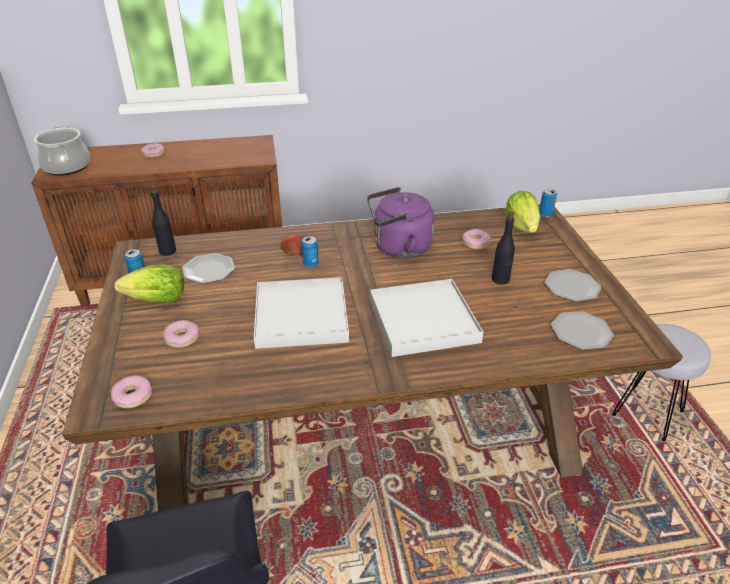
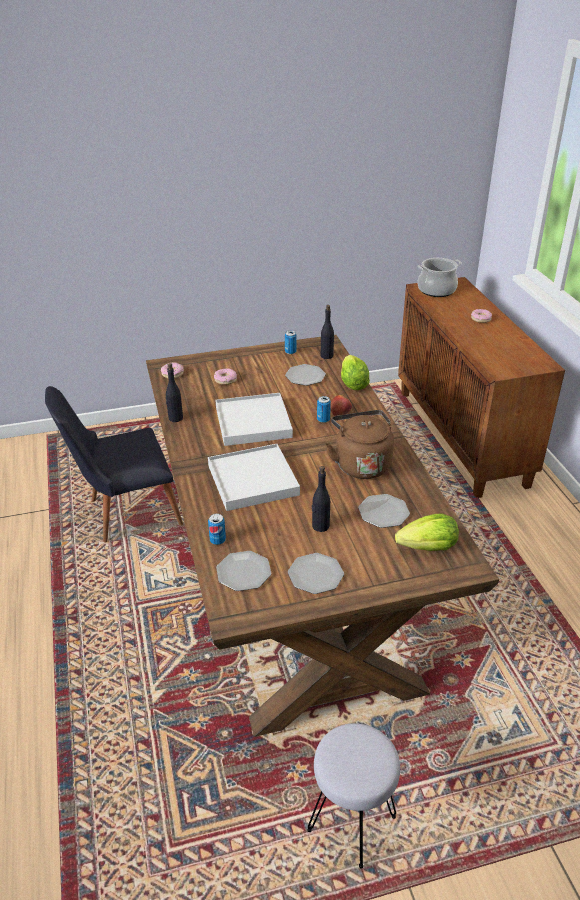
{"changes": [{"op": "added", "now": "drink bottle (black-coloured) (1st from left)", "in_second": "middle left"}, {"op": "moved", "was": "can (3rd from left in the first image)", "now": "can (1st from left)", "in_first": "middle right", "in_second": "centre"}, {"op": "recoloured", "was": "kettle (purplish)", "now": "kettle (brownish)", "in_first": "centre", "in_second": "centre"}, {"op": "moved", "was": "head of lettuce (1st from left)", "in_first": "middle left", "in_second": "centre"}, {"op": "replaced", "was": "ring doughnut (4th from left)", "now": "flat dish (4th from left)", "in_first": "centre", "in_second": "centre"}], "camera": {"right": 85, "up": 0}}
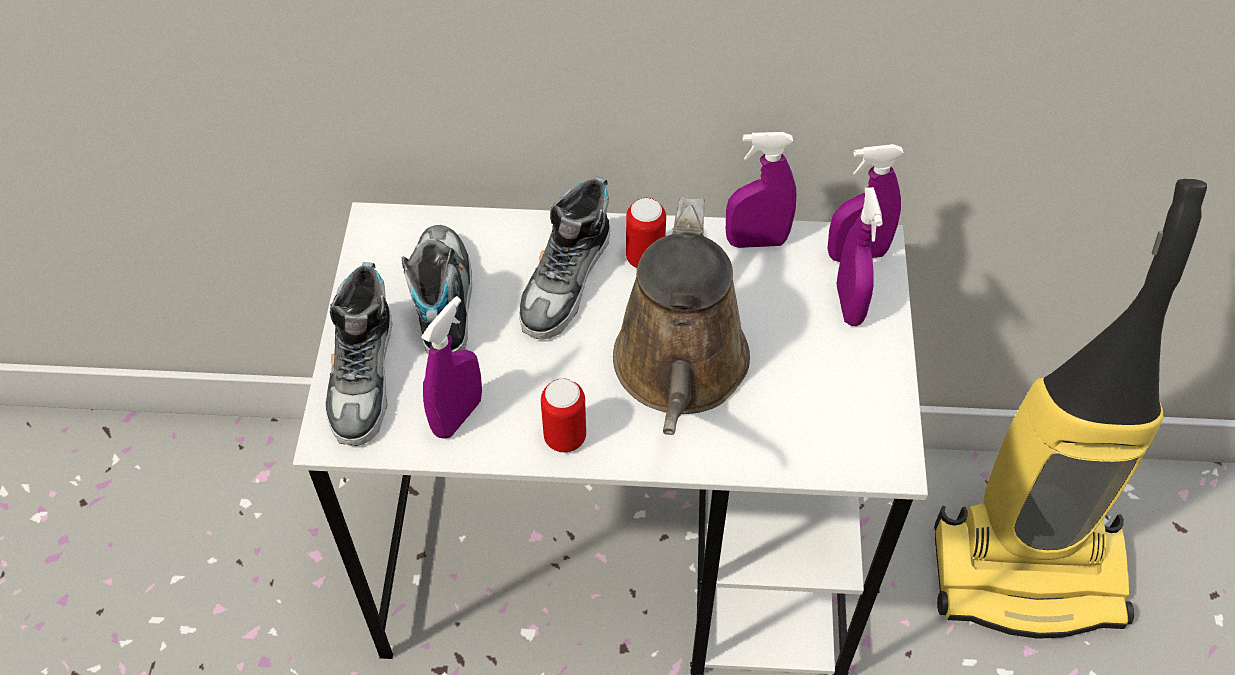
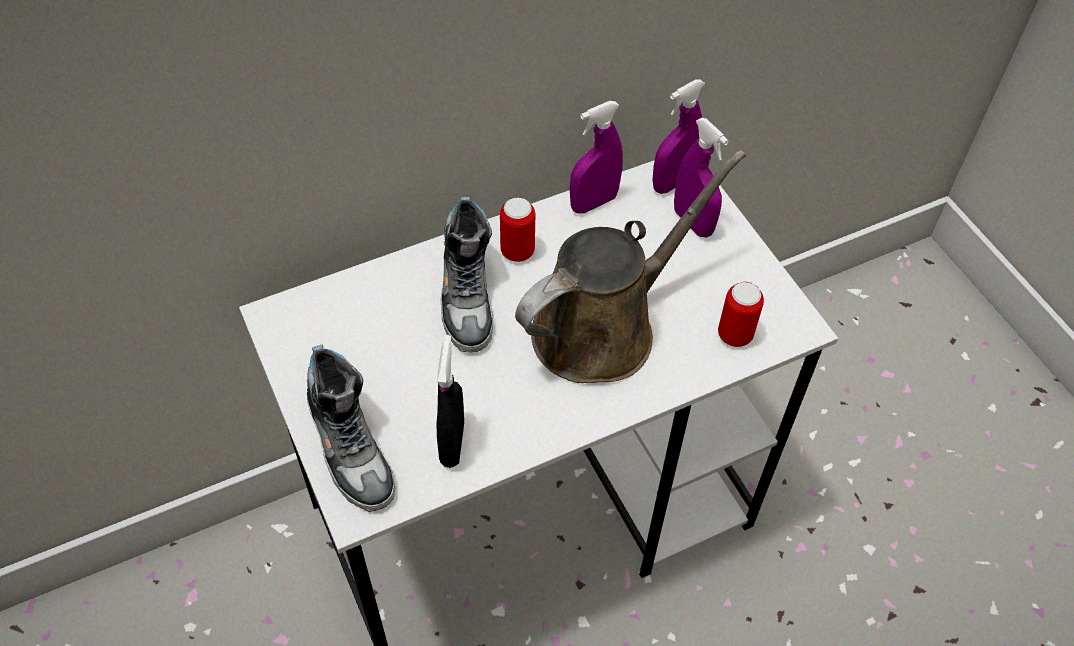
{"changes": [{"op": "recoloured", "was": "hand sprayer (purplish) (1st from left)", "now": "hand sprayer (black-coloured)", "in_first": "centre", "in_second": "centre"}, {"op": "turned", "was": "sprinkling can (brownish)", "in_first": "centre", "in_second": "centre", "clockwise": -105}, {"op": "moved", "was": "can (1st from left in the first image)", "now": "can (2nd from left)", "in_first": "centre", "in_second": "middle right"}, {"op": "removed", "was": "item of footwear (2nd from left)", "in_first": "centre"}, {"op": "removed", "was": "vacuum cleaner", "in_first": "middle right"}], "camera": {"right": -30, "up": 0}}
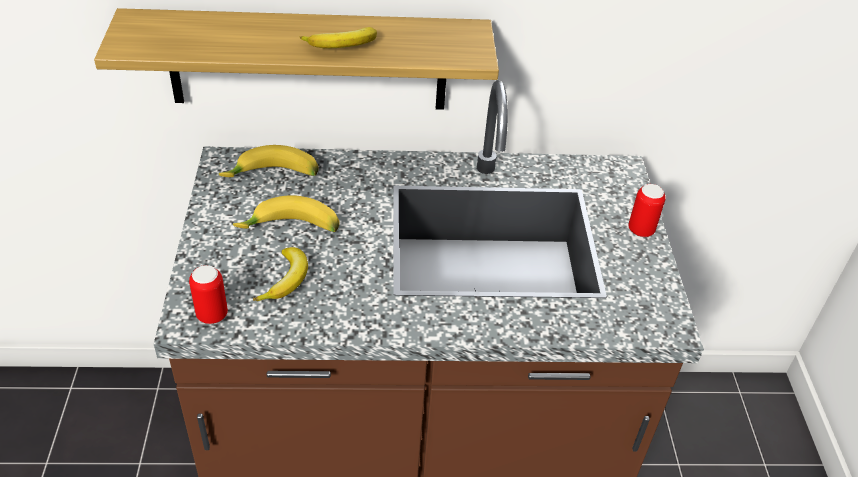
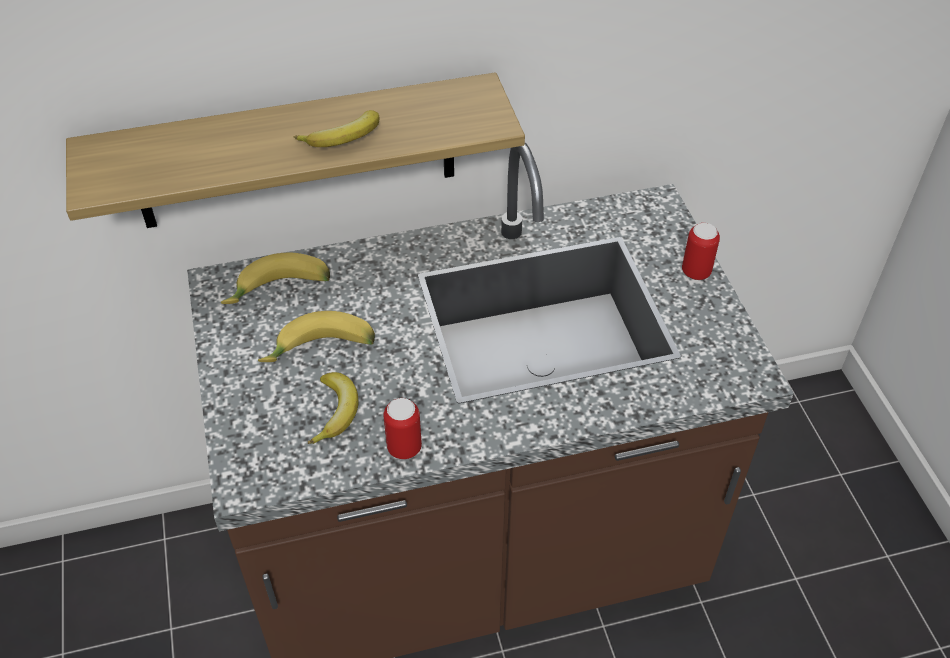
{"changes": [{"op": "moved", "was": "can (1st from left)", "in_first": "middle left", "in_second": "centre"}], "camera": {"right": -10, "up": 5}}
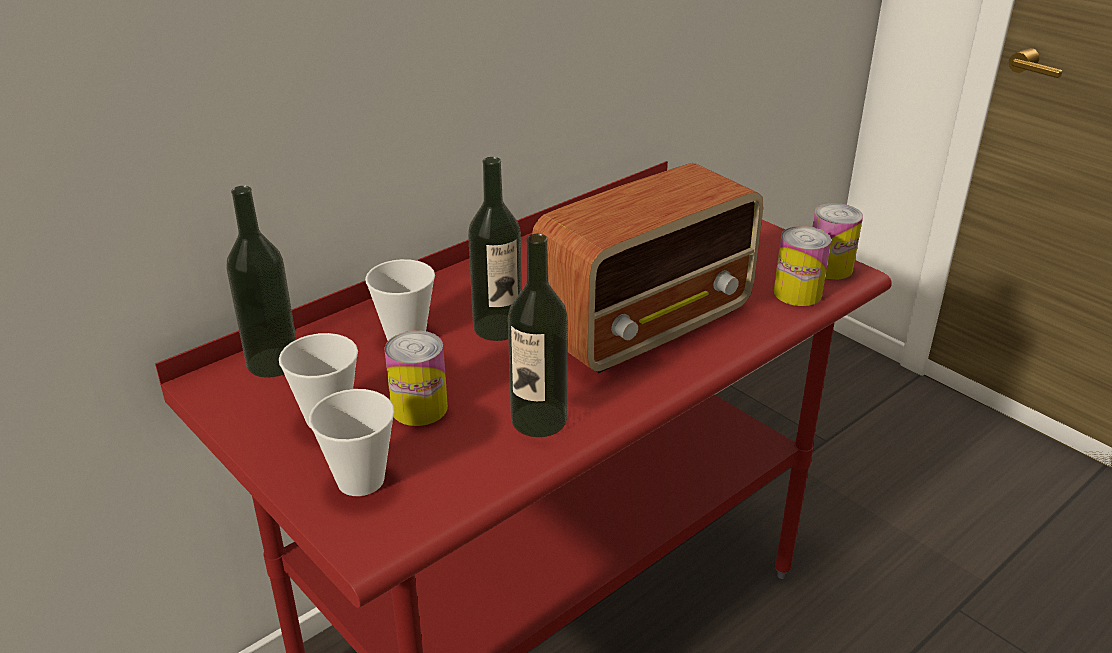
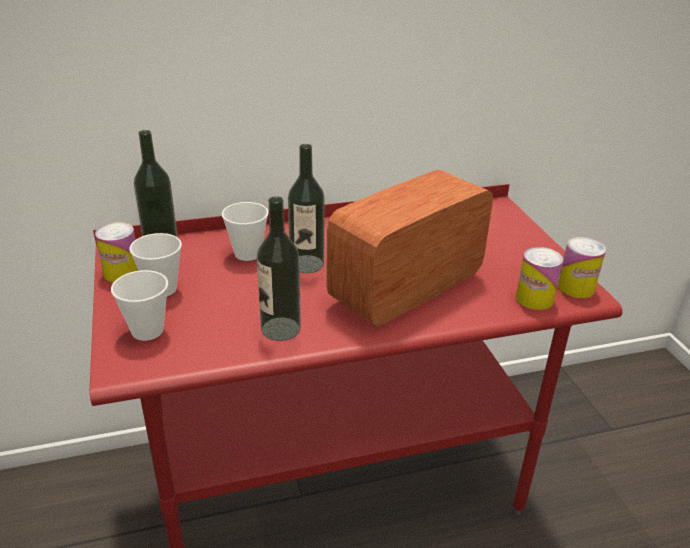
{"changes": [{"op": "moved", "was": "can (1st from left)", "in_first": "centre", "in_second": "middle left"}, {"op": "turned", "was": "radio set", "in_first": "centre", "in_second": "centre", "clockwise": 150}], "camera": {"right": 25, "up": 0}}
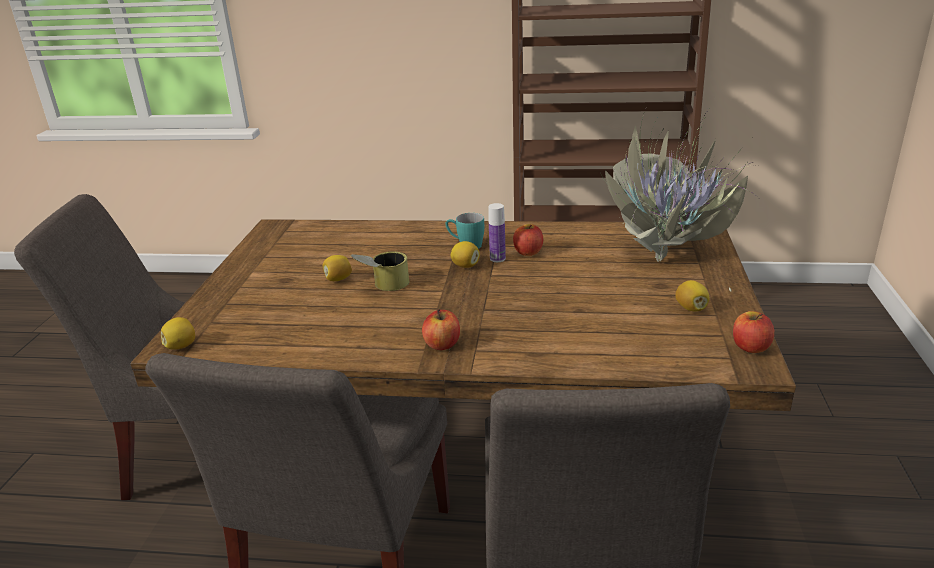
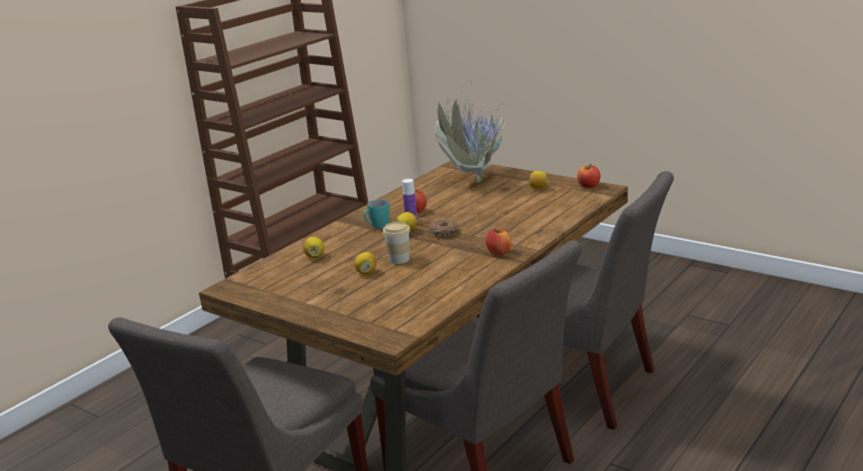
{"changes": [{"op": "moved", "was": "lemon (1st from left)", "in_first": "middle left", "in_second": "centre"}, {"op": "replaced", "was": "can", "now": "small cup", "in_first": "centre", "in_second": "centre"}, {"op": "added", "now": "ring doughnut", "in_second": "centre"}], "camera": {"right": -60, "up": -5}}
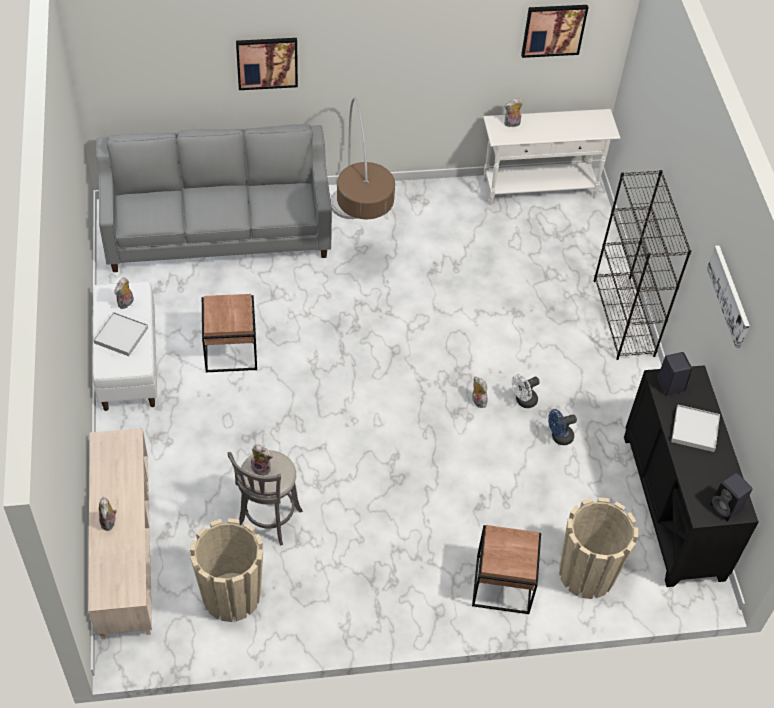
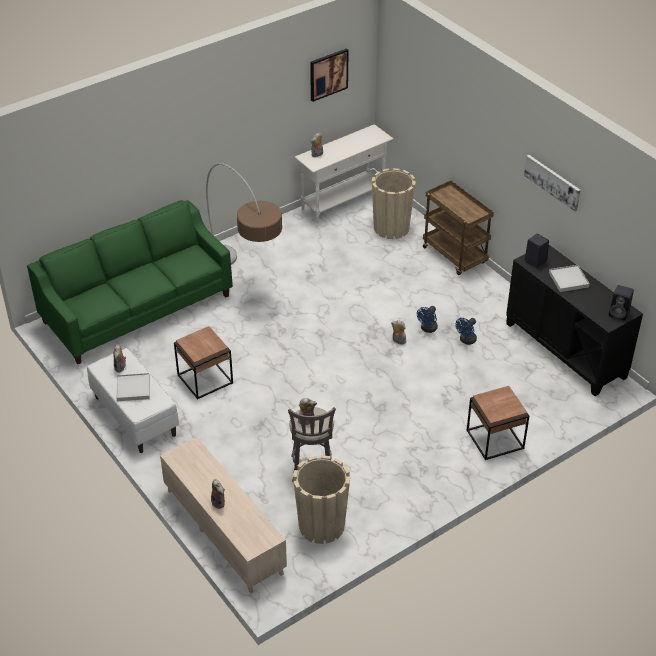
{"changes": [{"op": "recoloured", "was": "settee (grey)", "now": "settee (green)", "in_first": "top left", "in_second": "middle left"}, {"op": "moved", "was": "plant pot (sand-coloured) (2nd from left)", "in_first": "bottom right", "in_second": "top centre"}, {"op": "recoloured", "was": "fan (white)", "now": "fan (blue) (1st from left)", "in_first": "middle right", "in_second": "centre"}, {"op": "replaced", "was": "bookshelf (black-coloured)", "now": "wheeled cart (brownish)", "in_first": "middle right", "in_second": "middle right"}, {"op": "removed", "was": "wall picture (1st from left)", "in_first": "top centre"}], "camera": {"right": -25, "up": -10}}
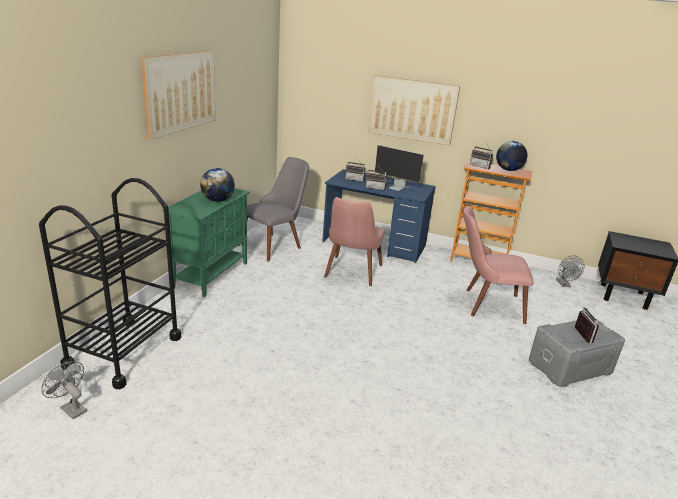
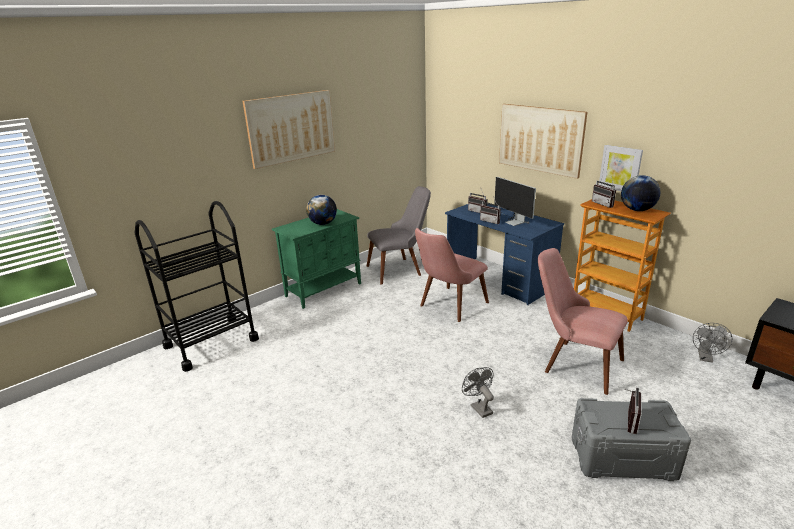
{"changes": [{"op": "moved", "was": "fan (grey) (1st from left)", "in_first": "bottom left", "in_second": "bottom centre"}, {"op": "added", "now": "wall picture (3rd from left)", "in_second": "top right"}], "camera": {"right": 30, "up": 0}}
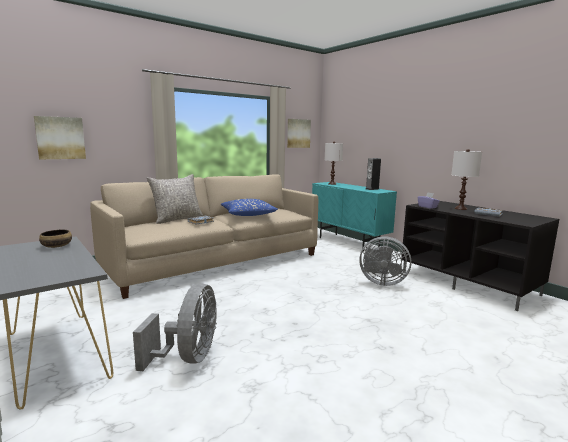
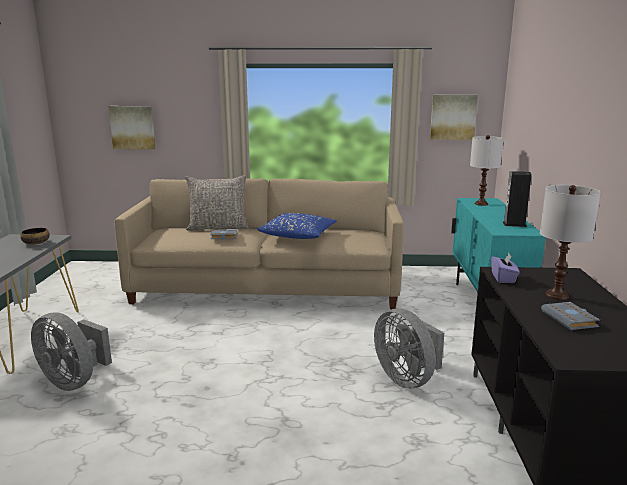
{"changes": [{"op": "turned", "was": "fan (grey) (1st from left)", "in_first": "bottom left", "in_second": "bottom left", "clockwise": 75}], "camera": {"right": 40, "up": 5}}
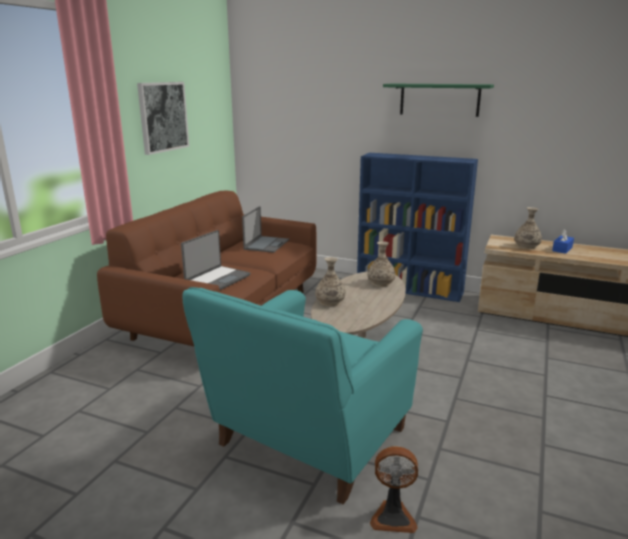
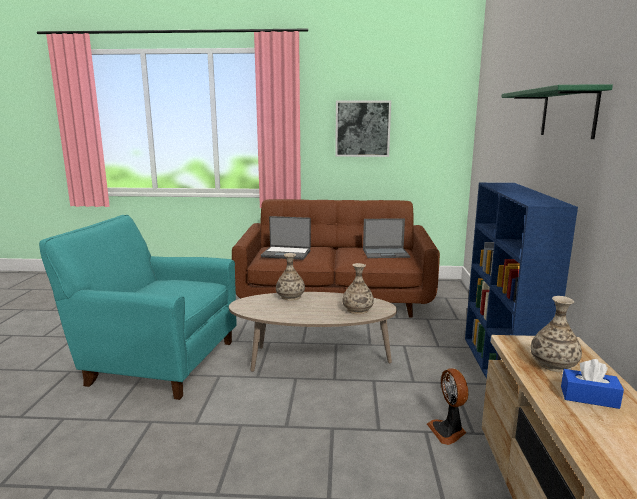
{"changes": [{"op": "moved", "was": "fan", "in_first": "bottom centre", "in_second": "bottom right"}], "camera": {"right": 70, "up": -5}}
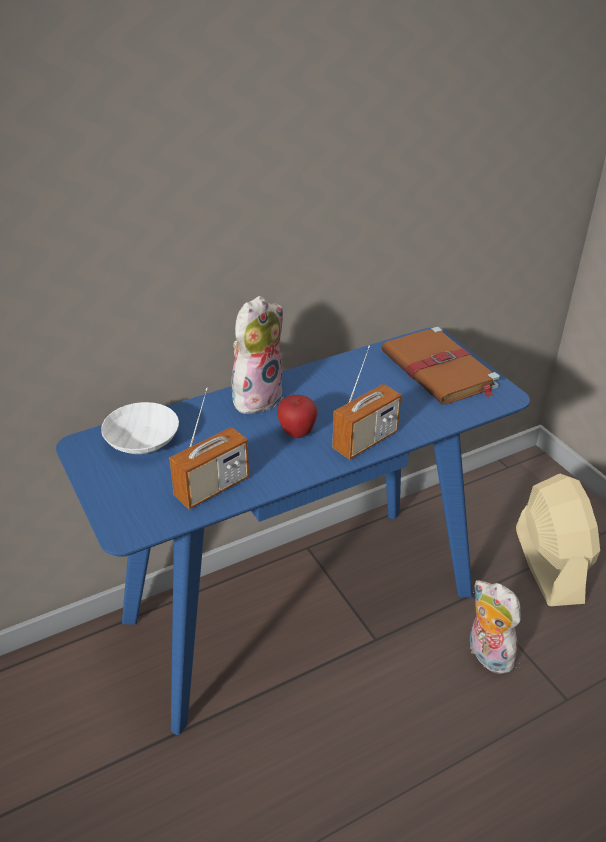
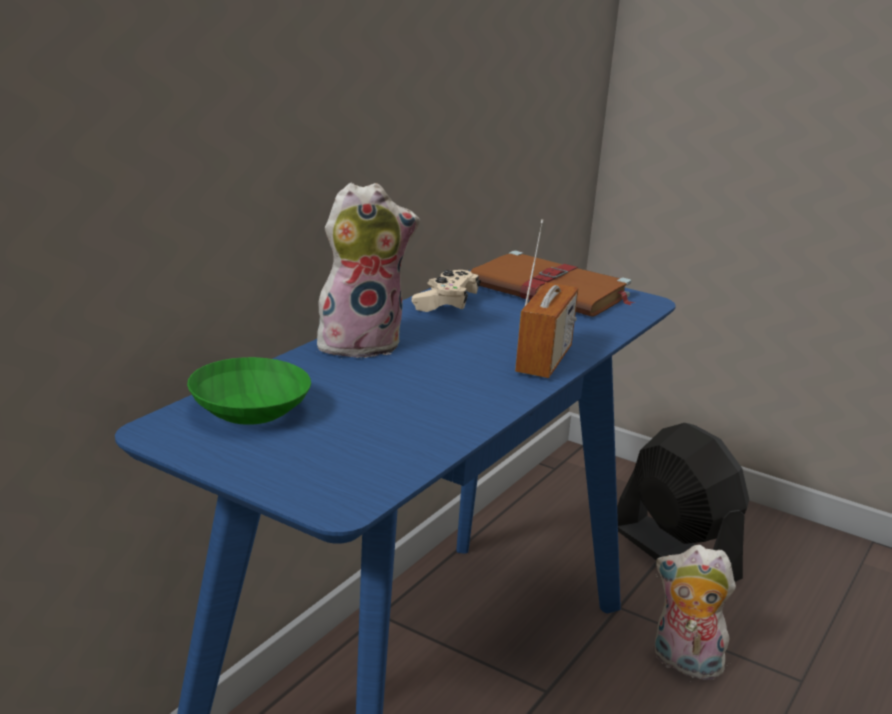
{"changes": [{"op": "recoloured", "was": "bowl (white)", "now": "bowl (green)", "in_first": "middle left", "in_second": "middle left"}, {"op": "turned", "was": "plush toy (1st from left)", "in_first": "centre", "in_second": "centre", "clockwise": 60}, {"op": "added", "now": "gamepad (sand-coloured)", "in_second": "centre"}, {"op": "recoloured", "was": "fan (sand-coloured)", "now": "fan (black-coloured)", "in_first": "middle right", "in_second": "bottom right"}, {"op": "removed", "was": "radio set (1st from left)", "in_first": "centre"}, {"op": "removed", "was": "apple", "in_first": "centre"}], "camera": {"right": -30, "up": -15}}
